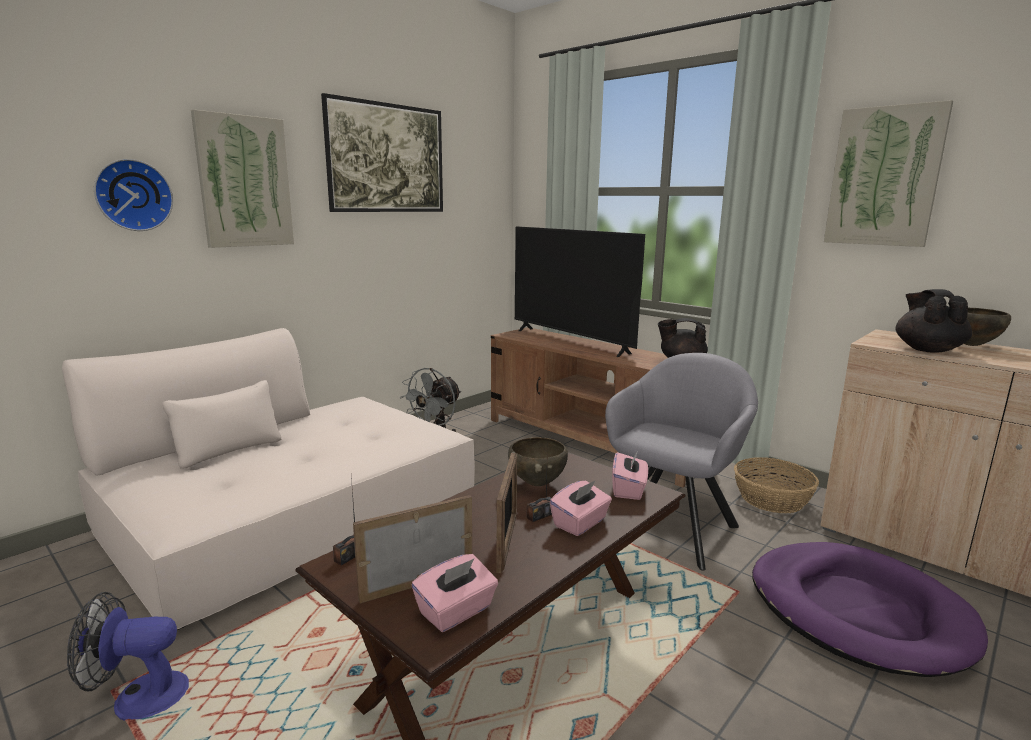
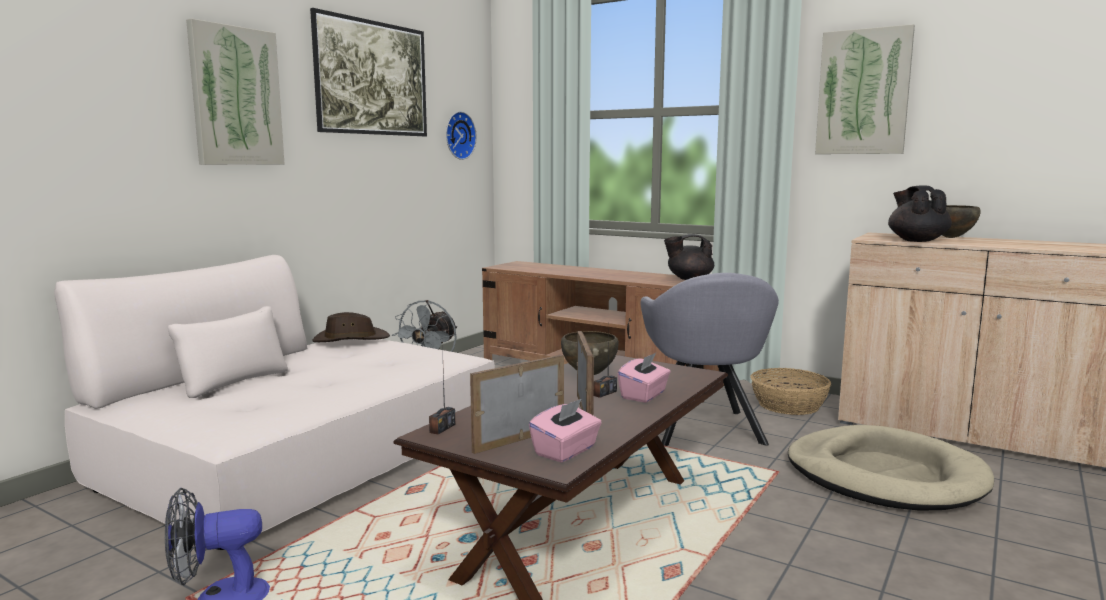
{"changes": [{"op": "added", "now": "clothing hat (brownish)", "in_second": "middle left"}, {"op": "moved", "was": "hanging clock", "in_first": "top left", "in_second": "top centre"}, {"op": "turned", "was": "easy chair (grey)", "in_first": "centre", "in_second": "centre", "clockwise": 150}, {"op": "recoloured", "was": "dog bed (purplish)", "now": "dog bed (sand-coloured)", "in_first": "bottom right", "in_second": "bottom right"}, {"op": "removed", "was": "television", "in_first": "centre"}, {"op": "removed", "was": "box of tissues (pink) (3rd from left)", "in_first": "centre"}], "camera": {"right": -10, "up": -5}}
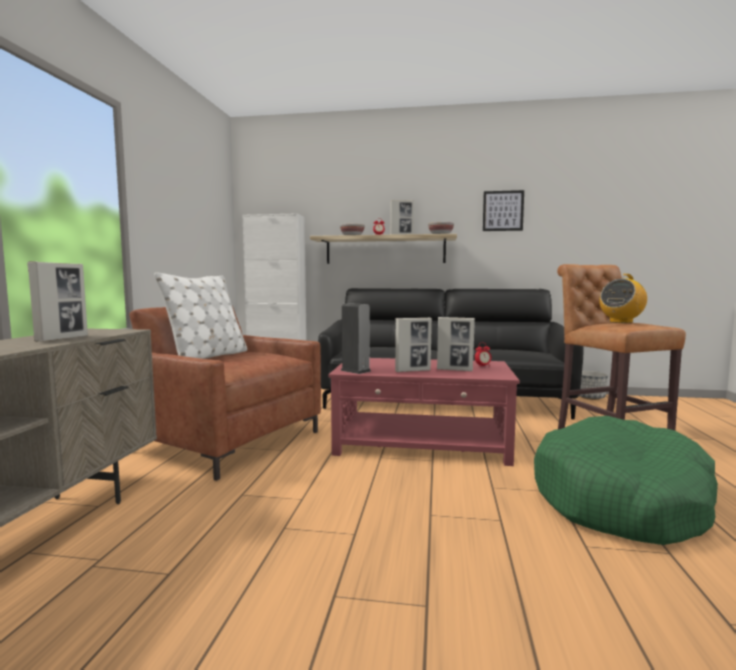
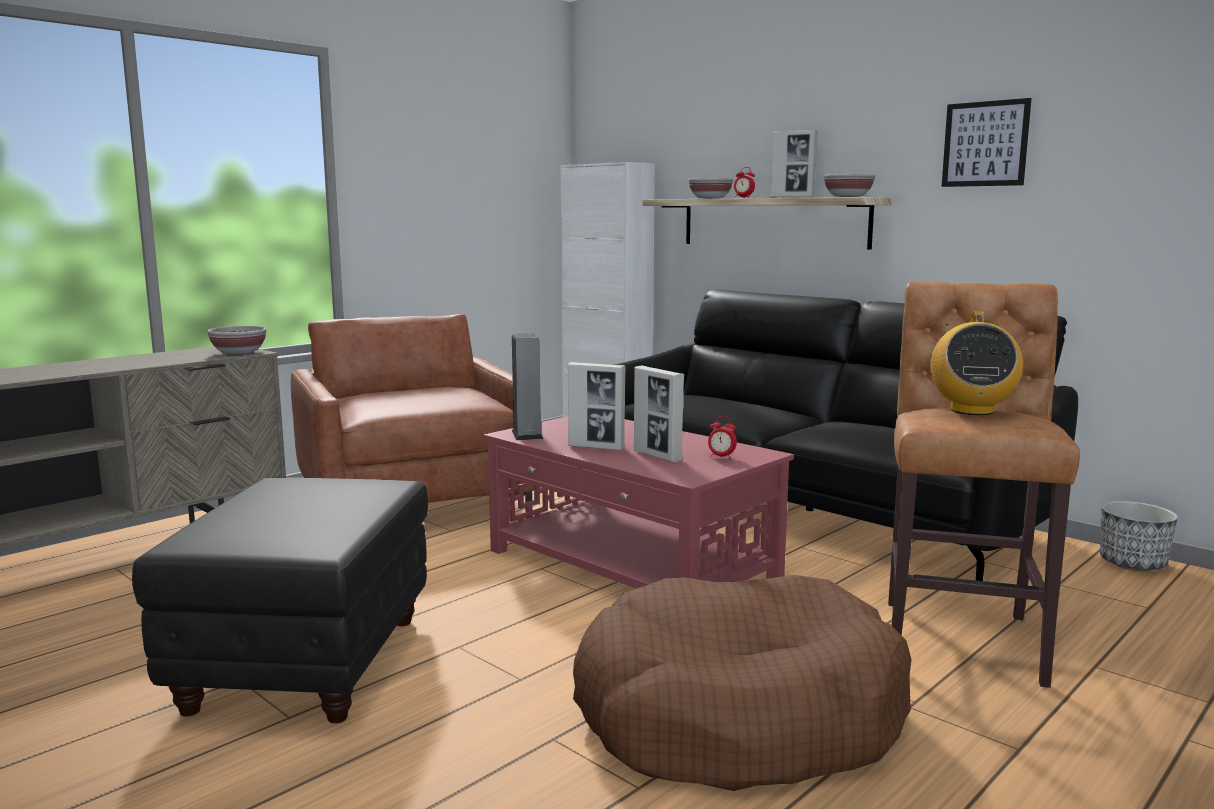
{"changes": [{"op": "added", "now": "footrest (black-coloured)", "in_second": "bottom left"}, {"op": "added", "now": "bowl (1st from left)", "in_second": "middle left"}, {"op": "recoloured", "was": "dog bed (green)", "now": "dog bed (brownish)", "in_first": "bottom right", "in_second": "bottom centre"}, {"op": "turned", "was": "radio set", "in_first": "middle right", "in_second": "middle right", "clockwise": -75}, {"op": "removed", "was": "standing frame (1st from left)", "in_first": "middle left"}, {"op": "removed", "was": "cushion (white)", "in_first": "middle left"}], "camera": {"right": 35, "up": 5}}
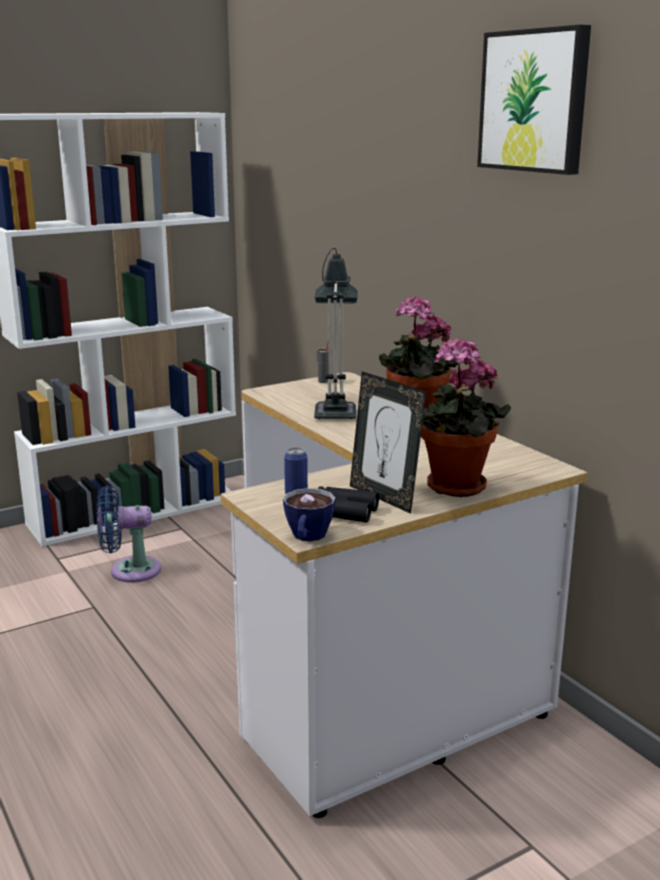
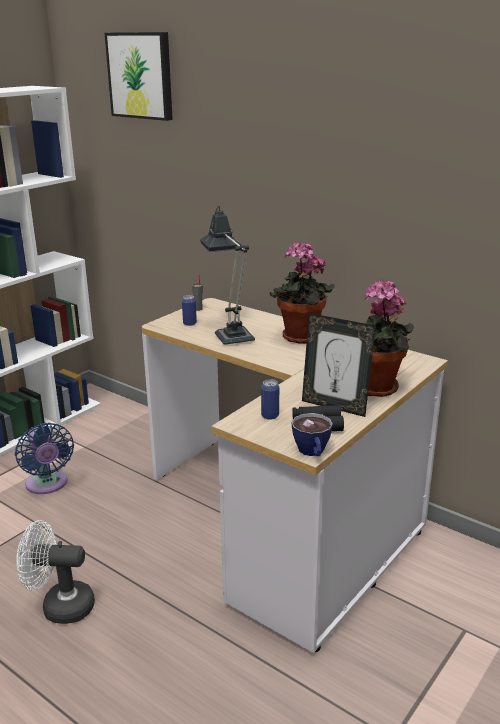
{"changes": [{"op": "turned", "was": "fan (blue)", "in_first": "middle left", "in_second": "middle left", "clockwise": -90}, {"op": "added", "now": "fan (white)", "in_second": "bottom left"}, {"op": "moved", "was": "wall picture", "in_first": "top right", "in_second": "top left"}, {"op": "added", "now": "can (1st from left)", "in_second": "centre"}], "camera": {"right": -20, "up": 5}}
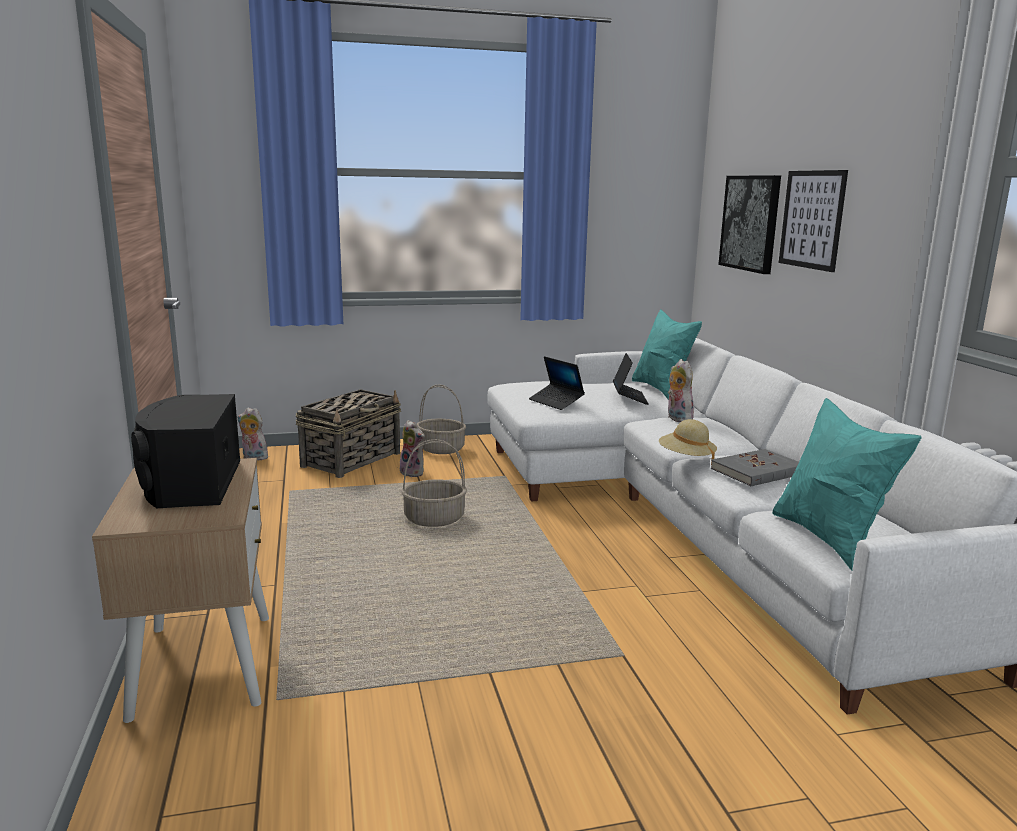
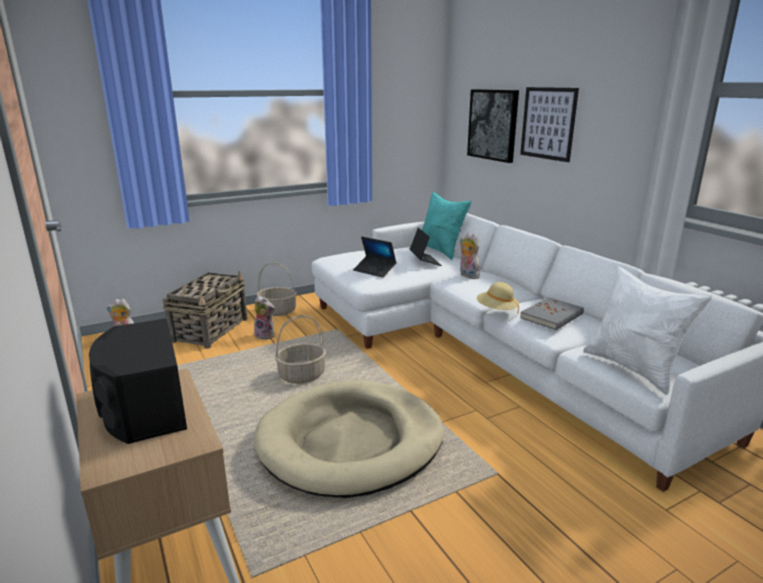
{"changes": [{"op": "added", "now": "dog bed (sand-coloured)", "in_second": "bottom centre"}, {"op": "recoloured", "was": "cushion (turquoise-coloured) (2nd from left)", "now": "cushion (white)", "in_first": "middle right", "in_second": "middle right"}], "camera": {"right": -15, "up": 5}}
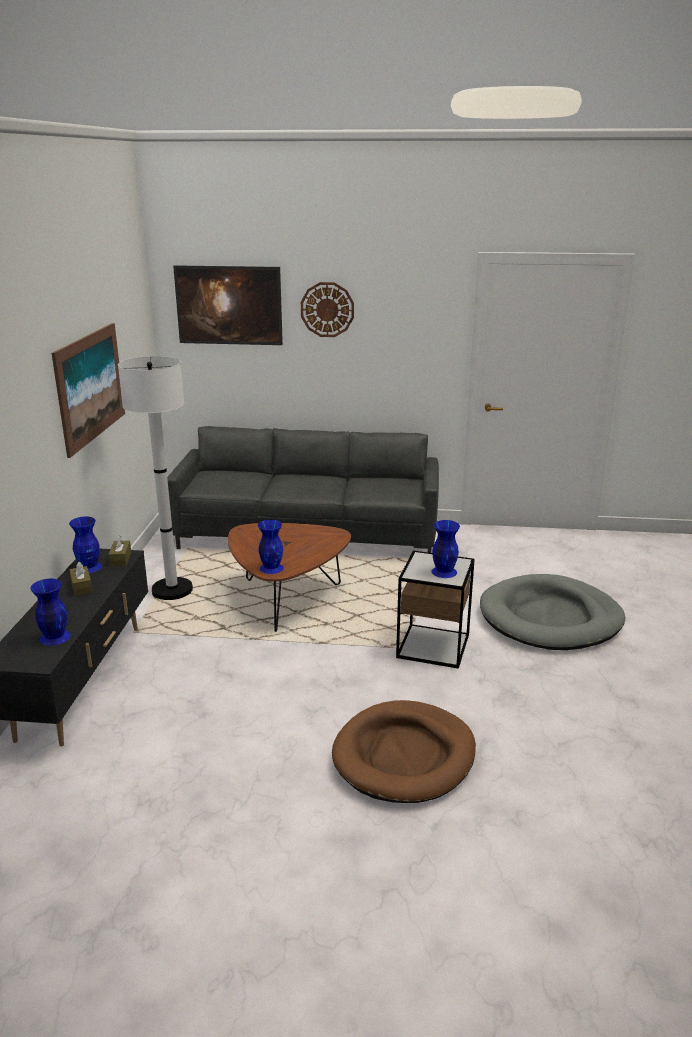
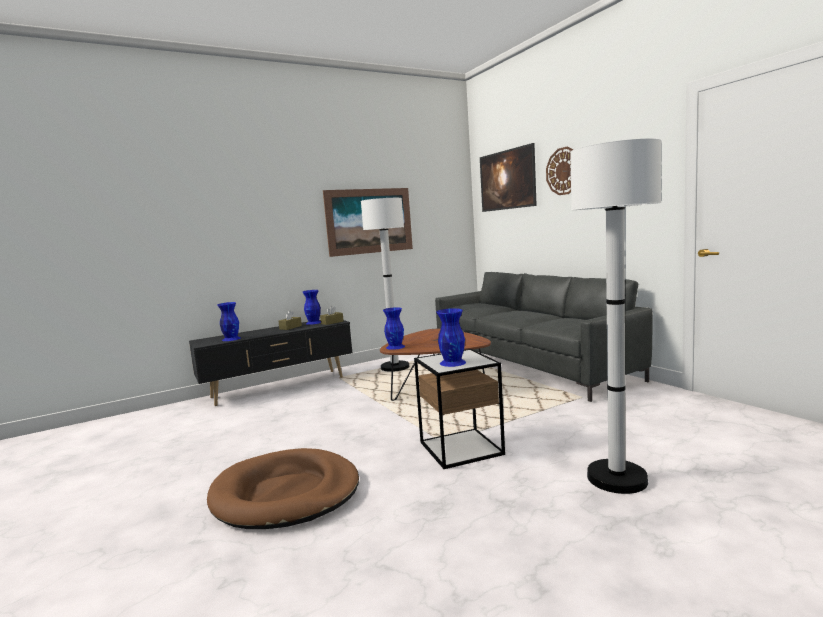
{"changes": [{"op": "replaced", "was": "dog bed (grey)", "now": "standing lamp (white) (2nd from left)", "in_first": "middle right", "in_second": "middle right"}], "camera": {"right": 55, "up": -15}}
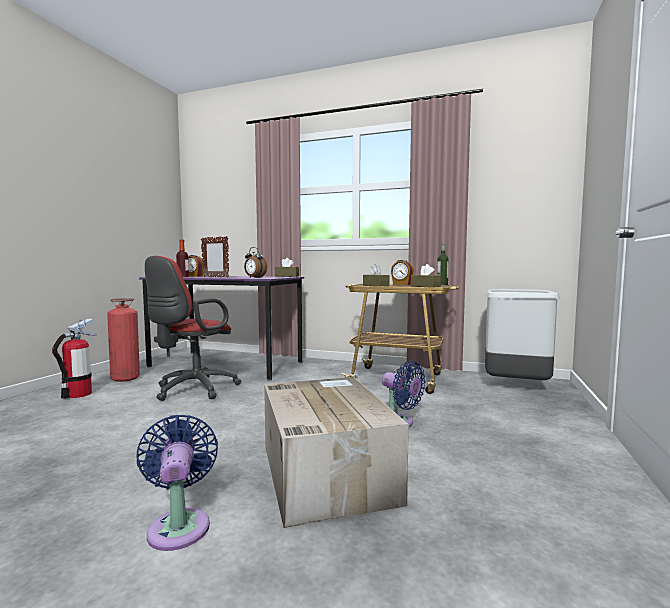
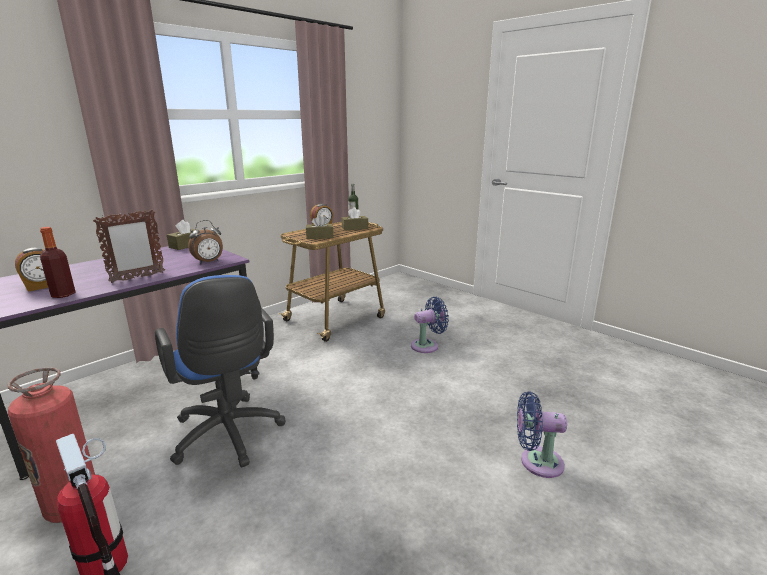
{"changes": [{"op": "recoloured", "was": "desk chair (red)", "now": "desk chair (blue)", "in_first": "middle left", "in_second": "middle left"}, {"op": "removed", "was": "cardboard box", "in_first": "bottom centre"}, {"op": "removed", "was": "trash can (grey)", "in_first": "middle right"}], "camera": {"right": -65, "up": 15}}
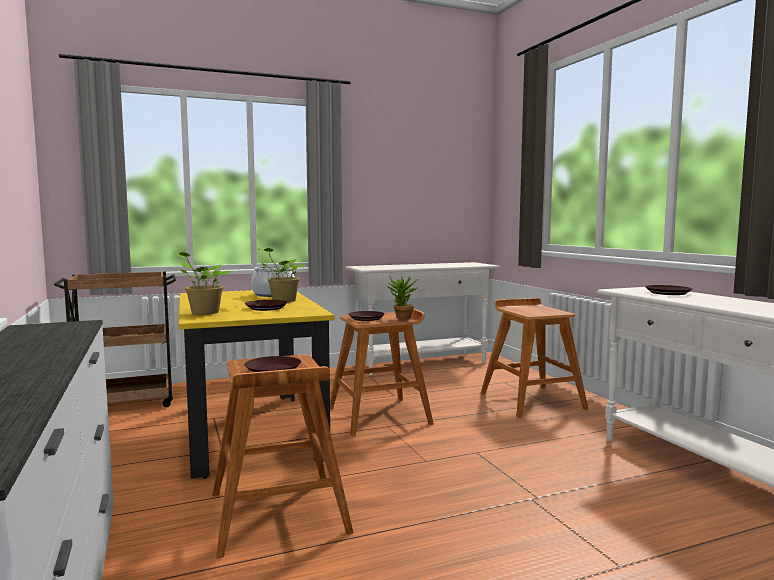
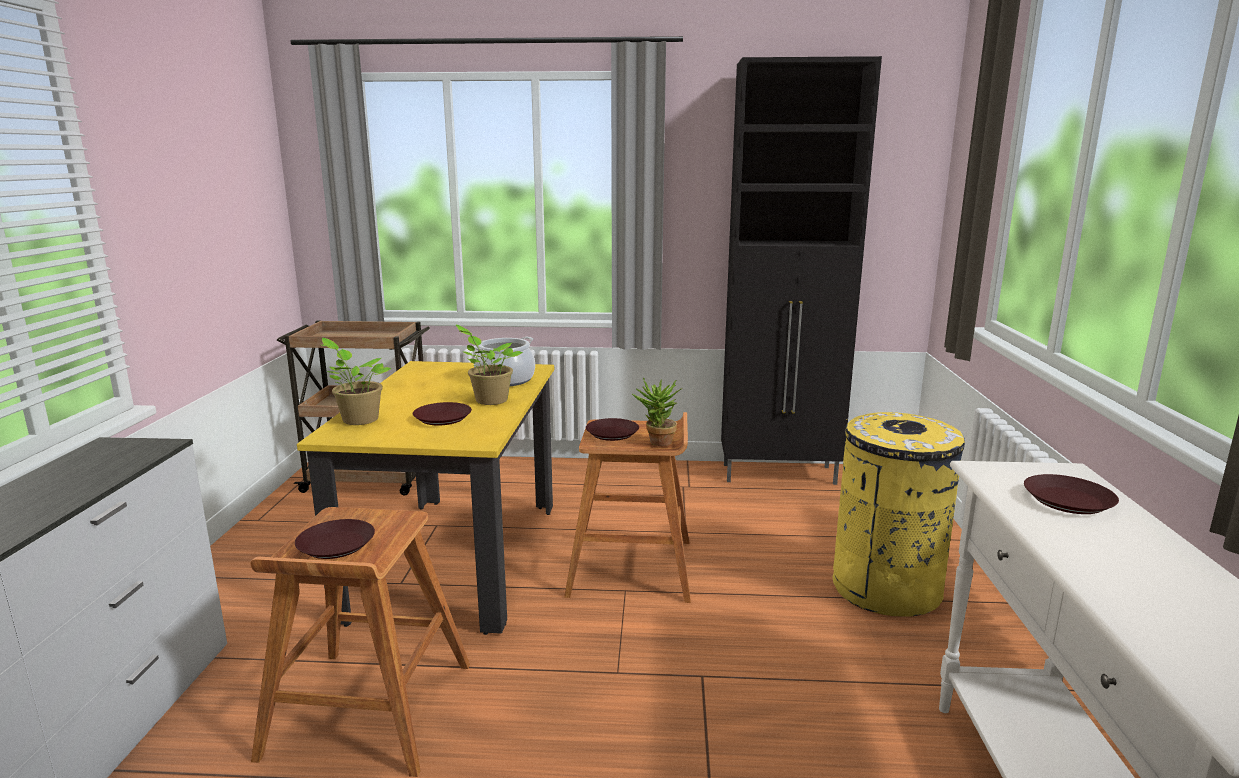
{"changes": [{"op": "replaced", "was": "console table (white) (1st from left)", "now": "cabinet (black-coloured)", "in_first": "centre", "in_second": "centre"}, {"op": "replaced", "was": "stool (brownish) (3rd from left)", "now": "trash can (yellow)", "in_first": "middle right", "in_second": "middle right"}], "camera": {"right": 25, "up": 10}}
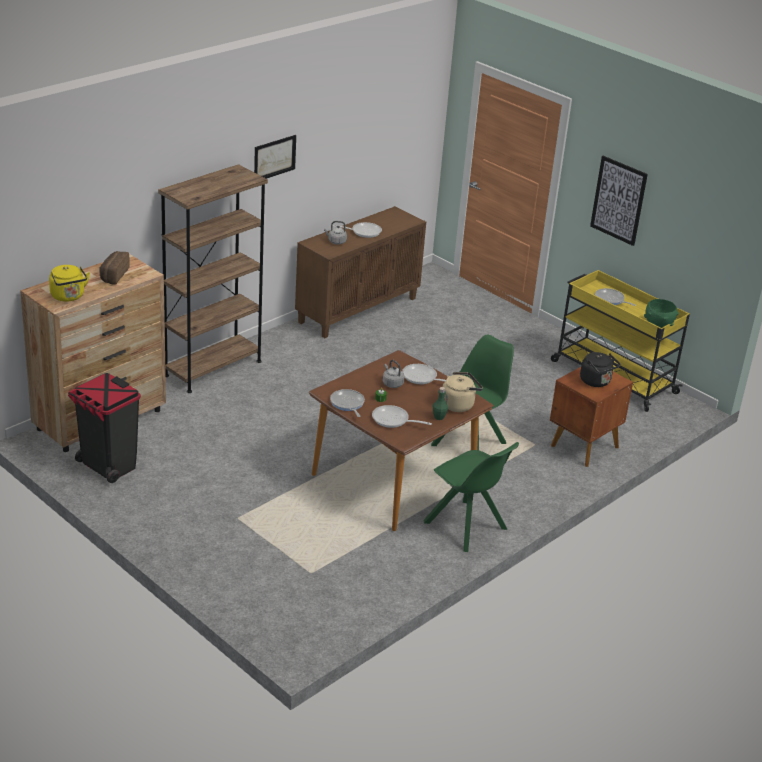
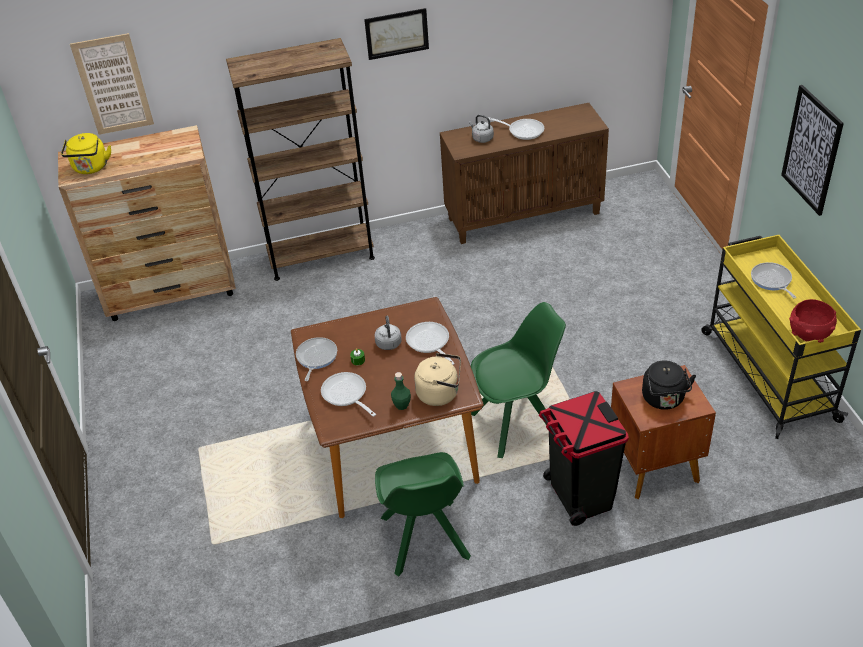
{"changes": [{"op": "added", "now": "wall picture (1st from left)", "in_second": "top left"}, {"op": "moved", "was": "trash can (black-coloured)", "in_first": "middle left", "in_second": "bottom right"}, {"op": "recoloured", "was": "bowl (green)", "now": "bowl (red)", "in_first": "middle right", "in_second": "middle right"}, {"op": "removed", "was": "bread", "in_first": "middle left"}], "camera": {"right": 35, "up": 10}}
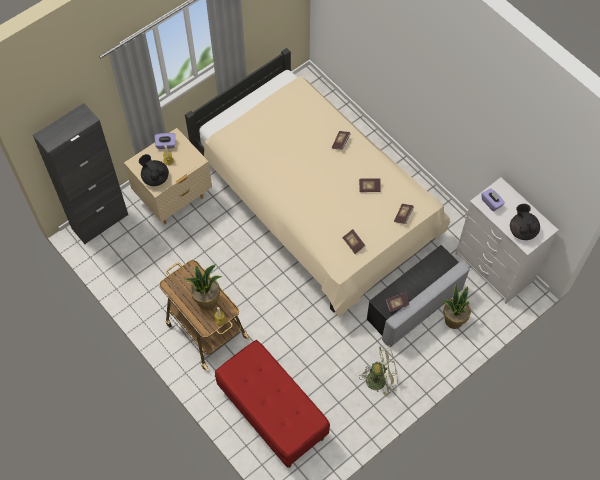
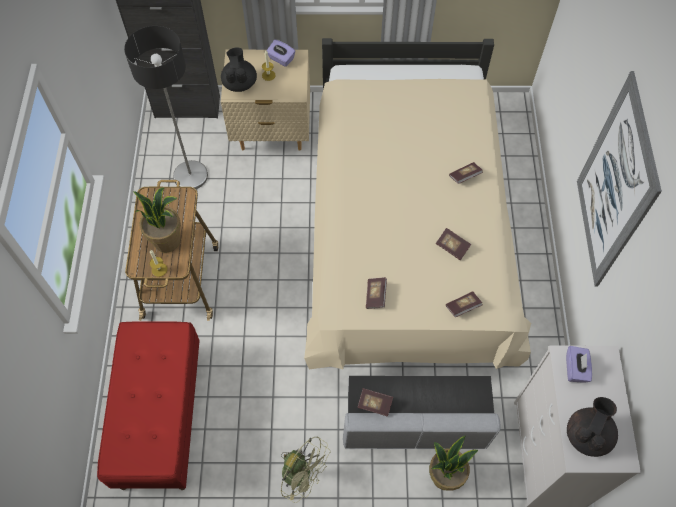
{"changes": [{"op": "added", "now": "standing lamp", "in_second": "top left"}, {"op": "added", "now": "wall picture", "in_second": "middle right"}], "camera": {"right": 40, "up": 0}}
